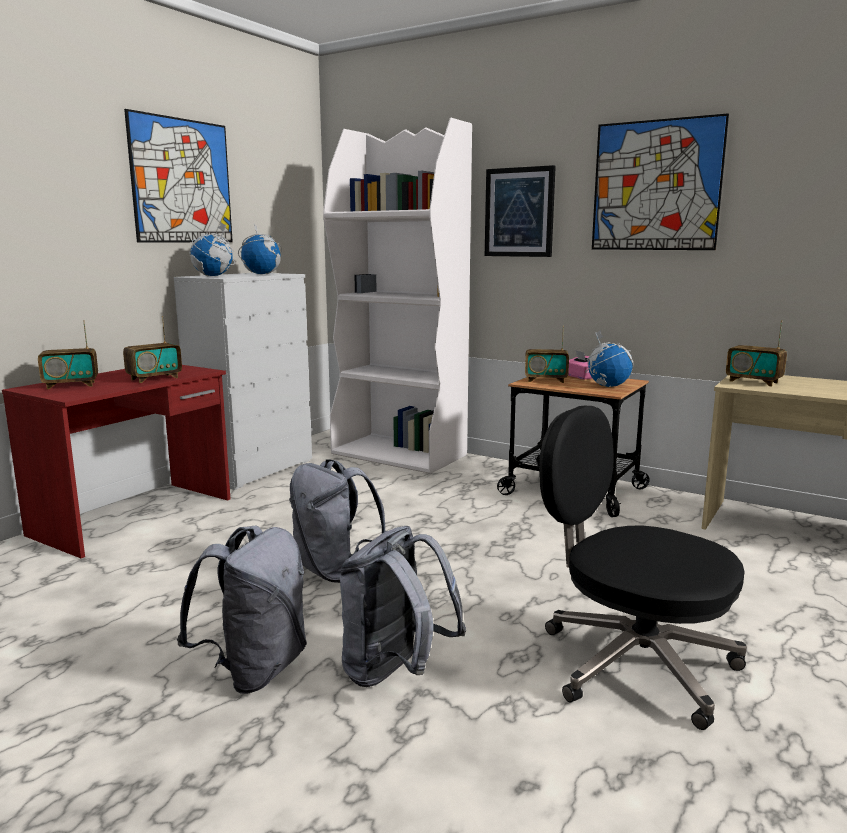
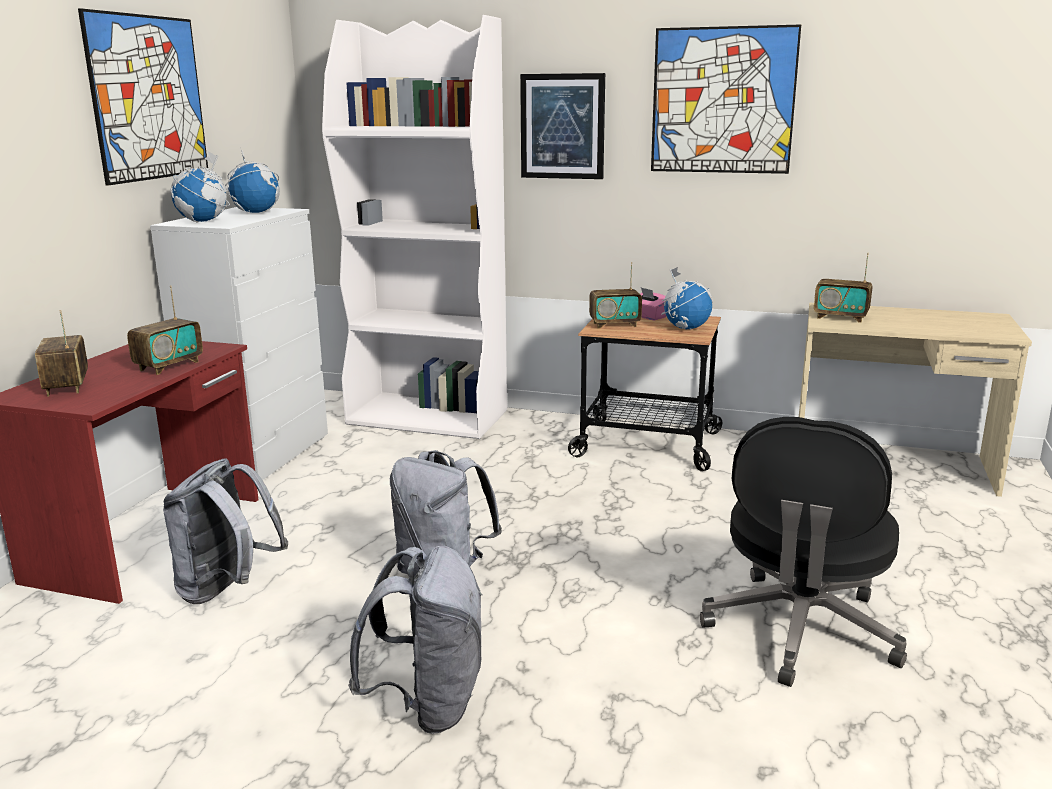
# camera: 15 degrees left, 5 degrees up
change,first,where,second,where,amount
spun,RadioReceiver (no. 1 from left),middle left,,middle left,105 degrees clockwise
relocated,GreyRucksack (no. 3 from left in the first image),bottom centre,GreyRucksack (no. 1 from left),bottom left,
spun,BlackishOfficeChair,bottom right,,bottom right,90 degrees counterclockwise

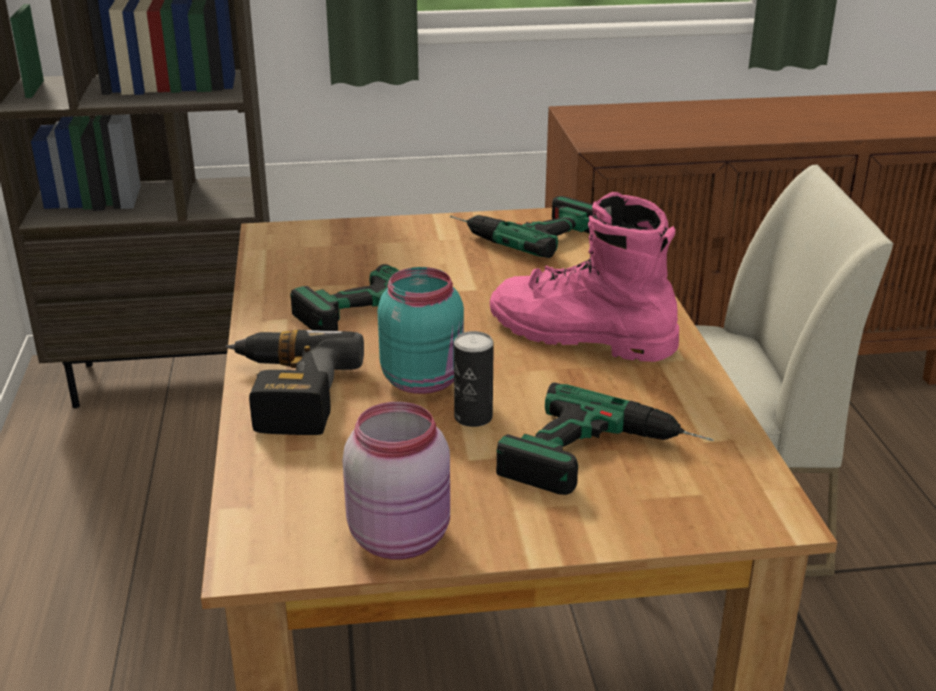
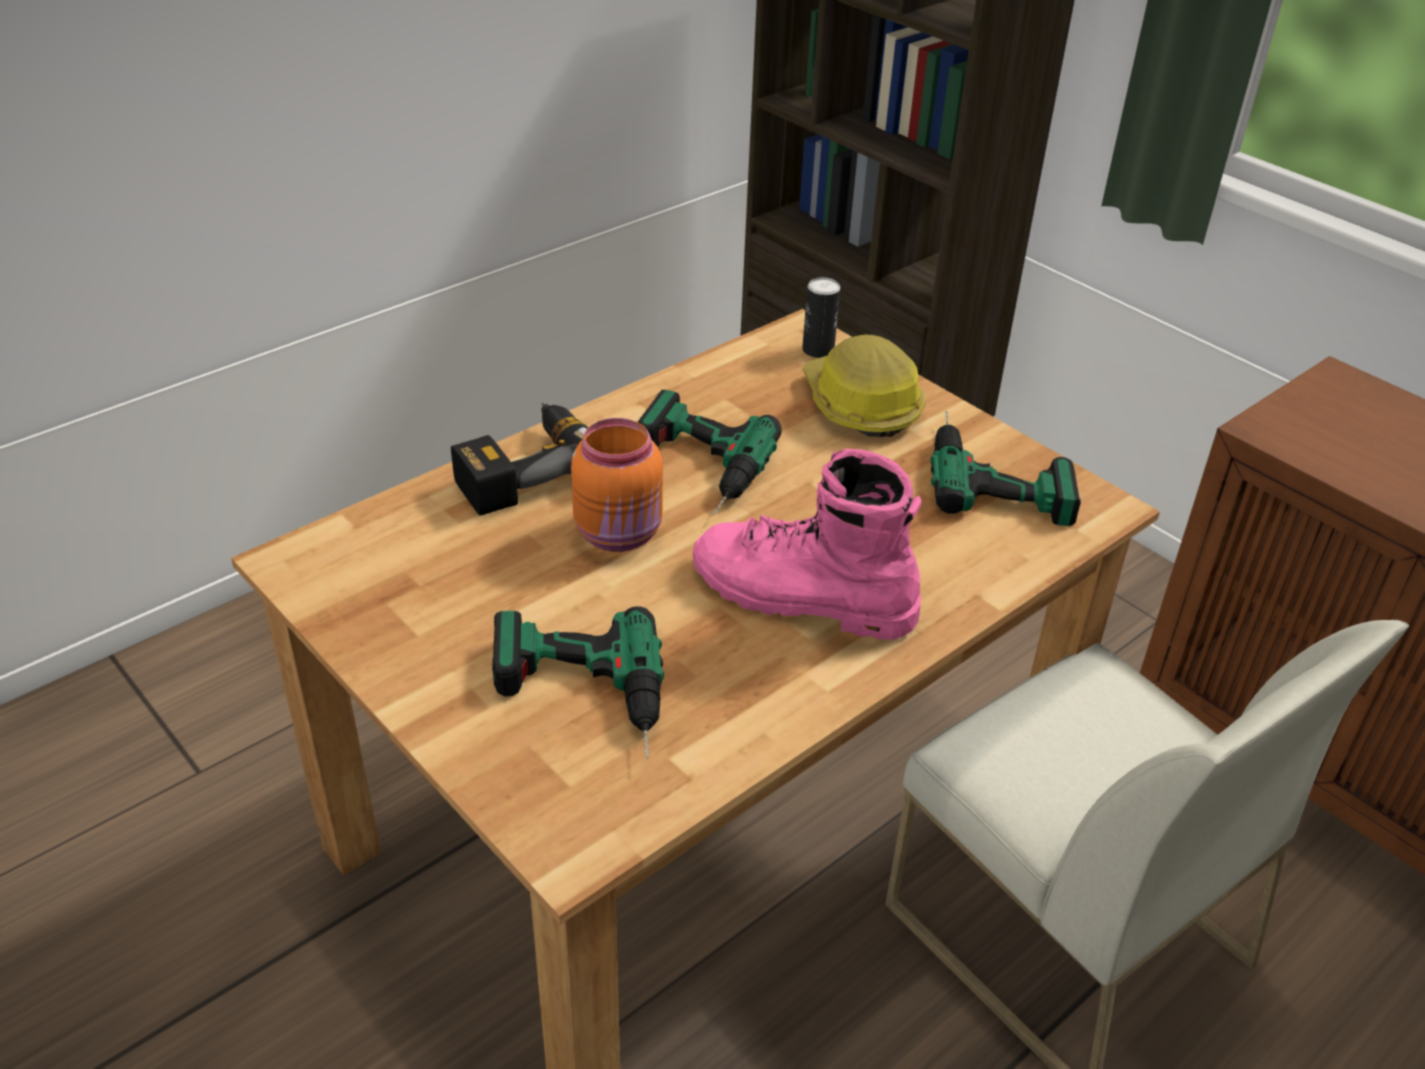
# camera: 55 degrees right, 10 degrees up
change,first,where,second,where,amount
missing,PinkColouredJar,bottom centre,,,
colour,TurquoiseJar,centre,OrangeJar,centre,
relocated,Can,centre,,top centre,
spun,PinkColouredBoot,centre,,centre,60 degrees counterclockwise
appeared,,,WorkHelmet,centre,

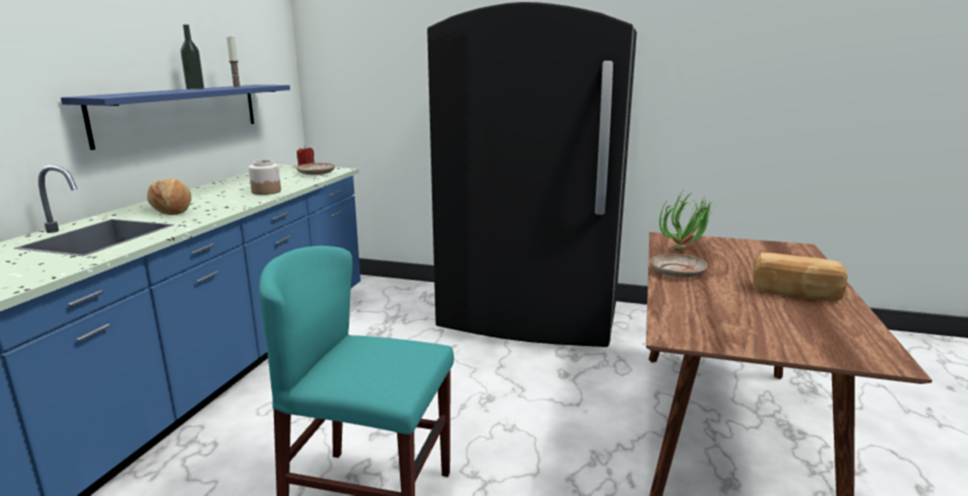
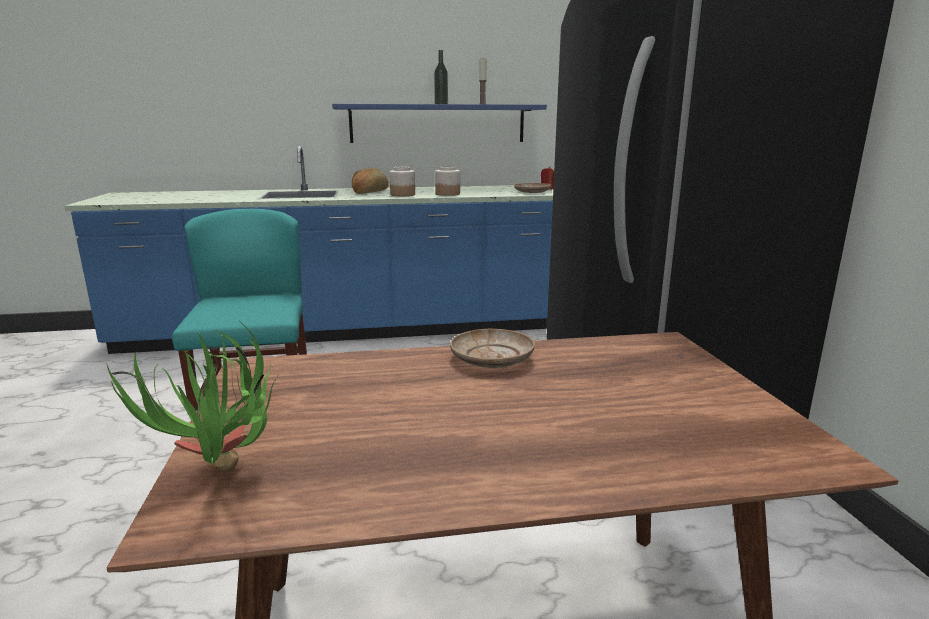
# camera: 65 degrees right, 0 degrees up
change,first,where,second,where,amount
relocated,PlantInAPot,middle right,,middle left,
missing,BakedBread (no. 2 from left),middle right,,,
appeared,,,Jar (no. 1 from left),top centre,

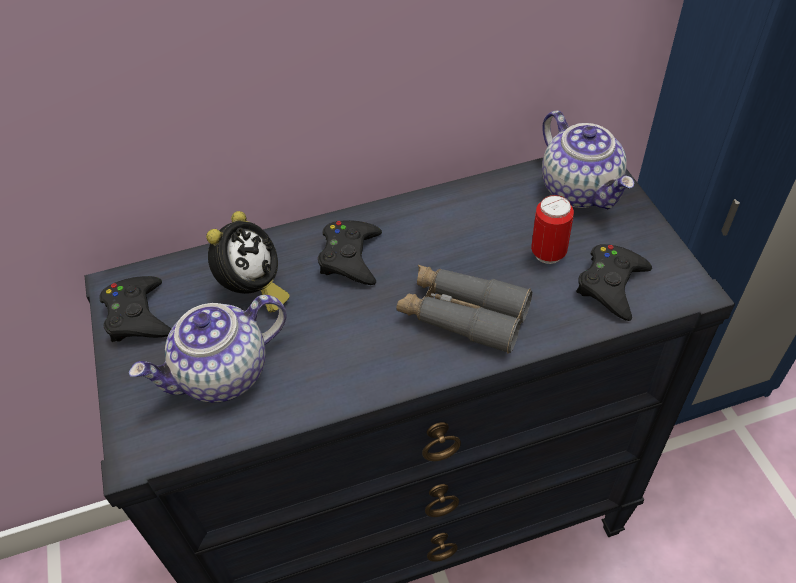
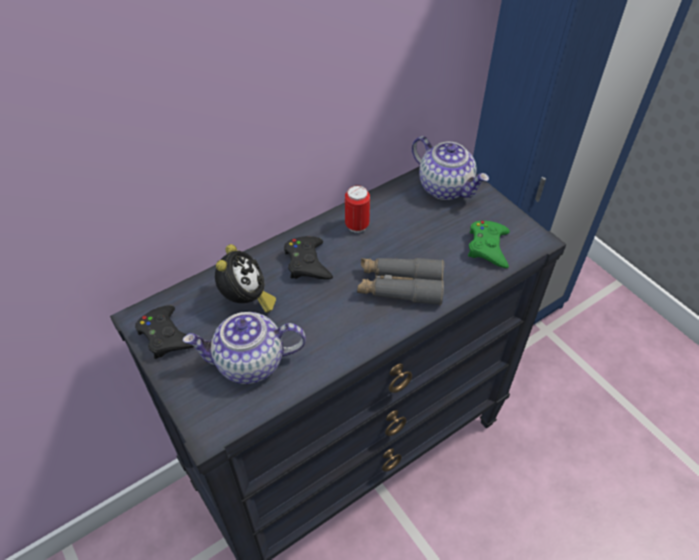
# camera: 20 degrees left, 0 degrees up
change,first,where,second,where,amount
spun,TeaPot (no. 1 from left),middle left,,centre,45 degrees clockwise
relocated,Can,middle right,,centre,
colour,BlackishJoypad (no. 3 from left),middle right,GreenColouredJoypad,middle right,

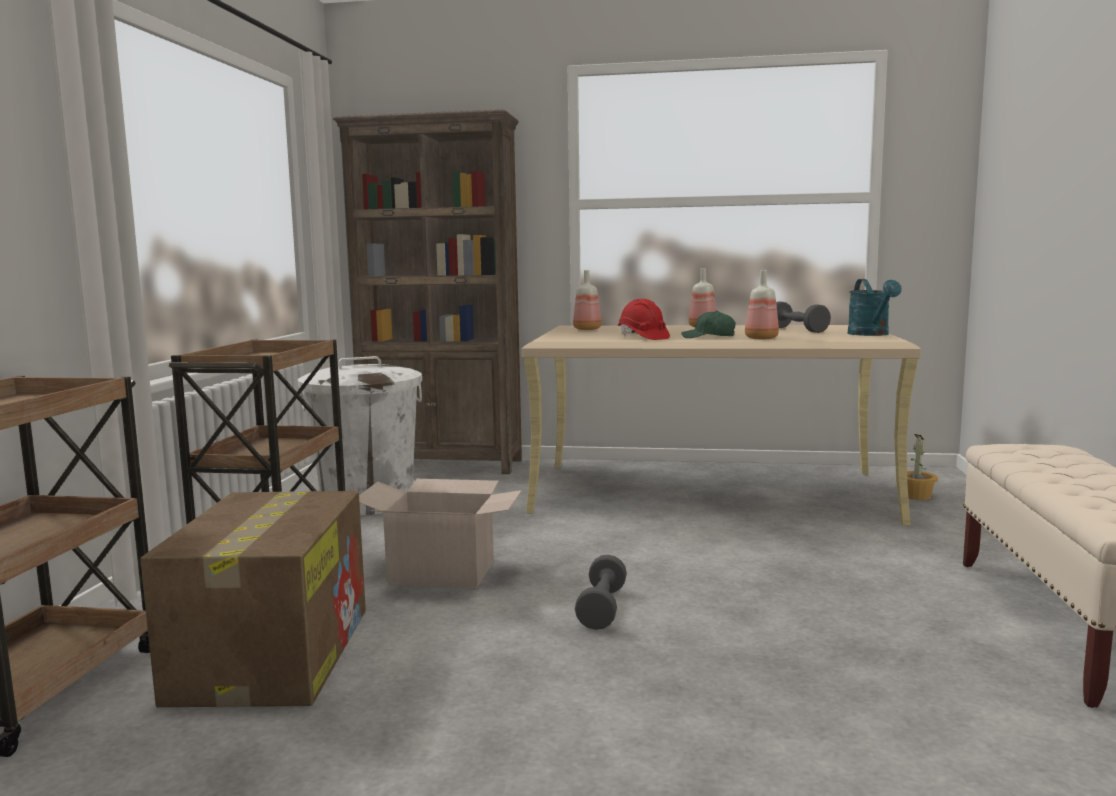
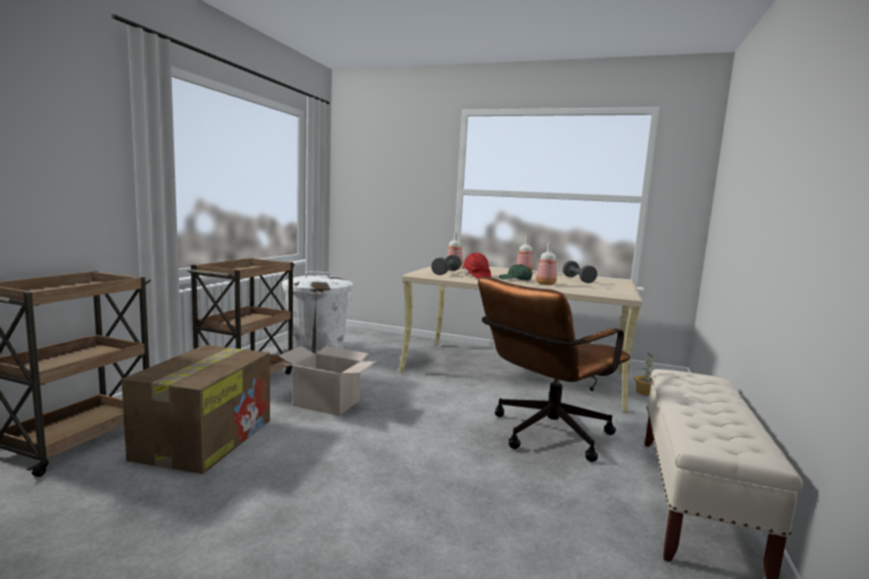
# camera: 10 degrees right, 0 degrees up
change,first,where,second,where,amount
missing,BrownBookshelf,centre,,,
relocated,GreyFreeWeight (no. 1 from left),bottom centre,,centre,
missing,TurquoiseSprinklingCan,middle right,,,
appeared,,,BrownOfficeChair,centre,

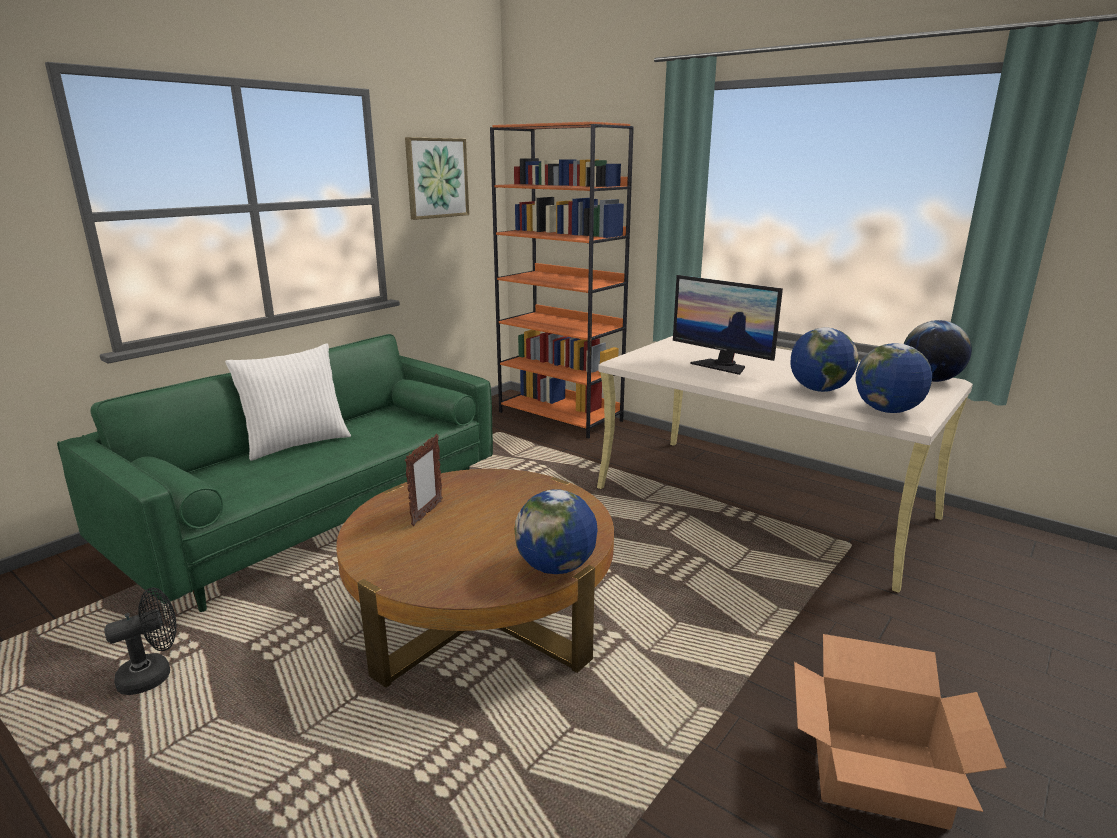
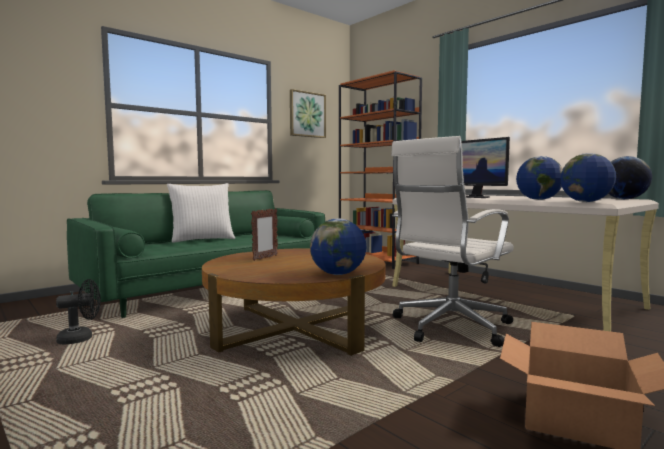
# camera: 10 degrees right, 15 degrees down
change,first,where,second,where,amount
appeared,,,WhiteOfficeChair,middle right,

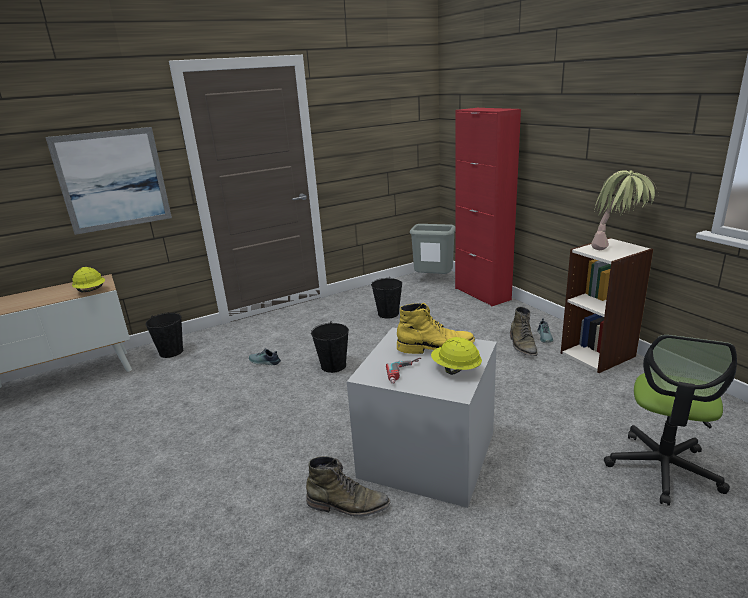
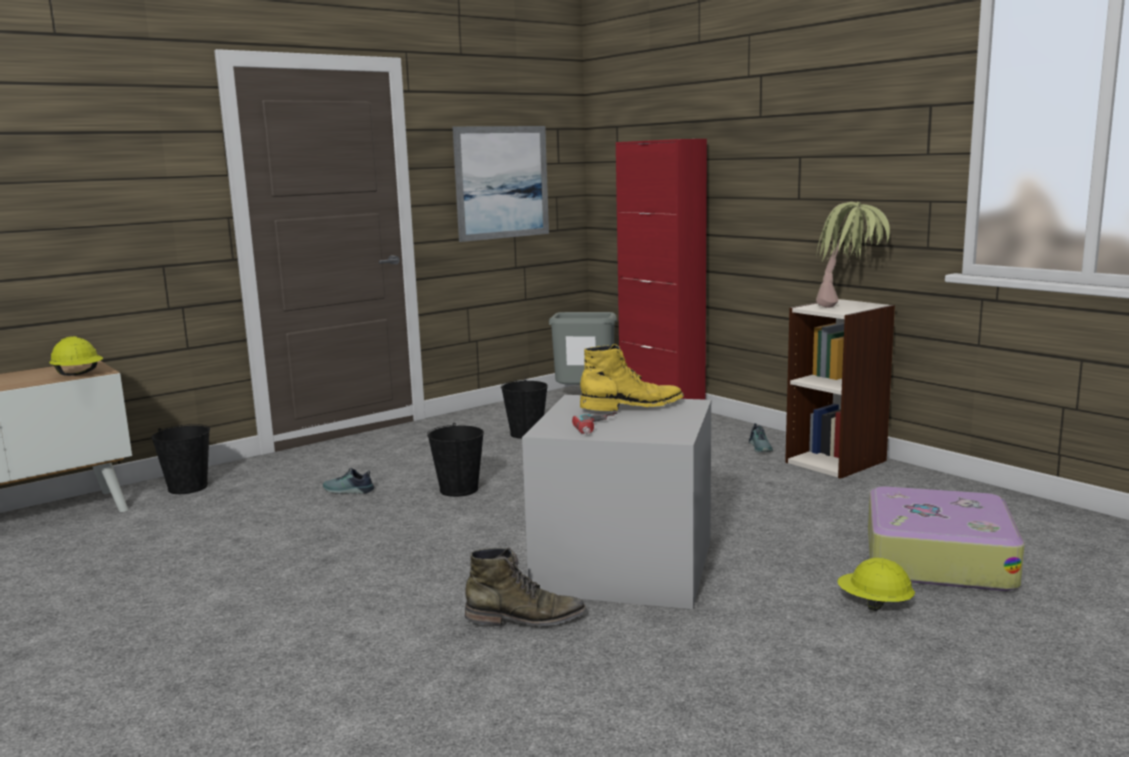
# camera: 10 degrees left, 10 degrees down
change,first,where,second,where,amount
relocated,WallPicture,top left,,top centre,
relocated,YellowishWorkHelmet (no. 2 from left),centre,,bottom right,
missing,GreenColouredBoot (no. 2 from left),middle right,,,
exchanged,OfficeChair,bottom right,Suitcase,bottom right,

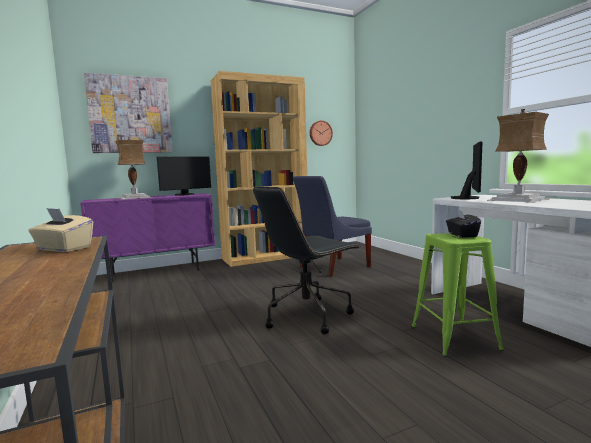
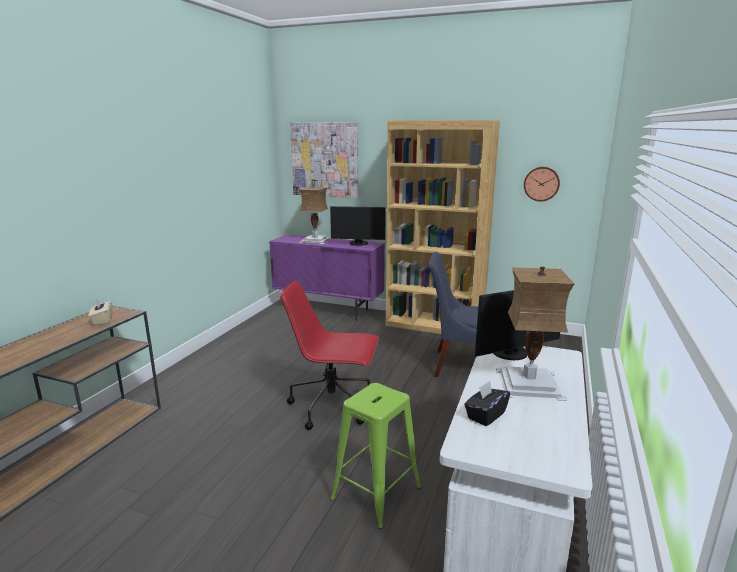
# camera: 45 degrees right, 10 degrees up
change,first,where,second,where,amount
colour,BlackishOfficeChair,centre,ReddishOfficeChair,centre,
relocated,BlackishTissueHolder,middle right,,bottom centre,

